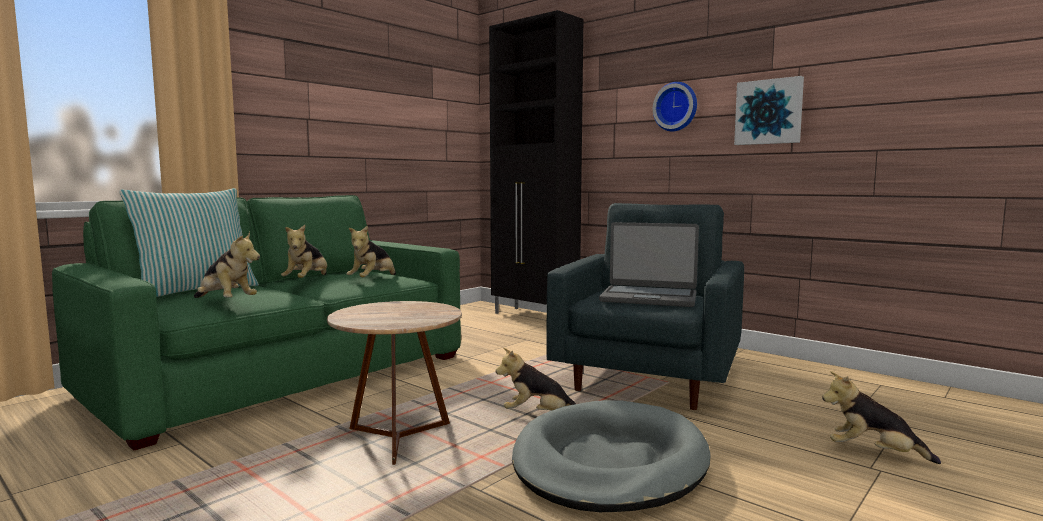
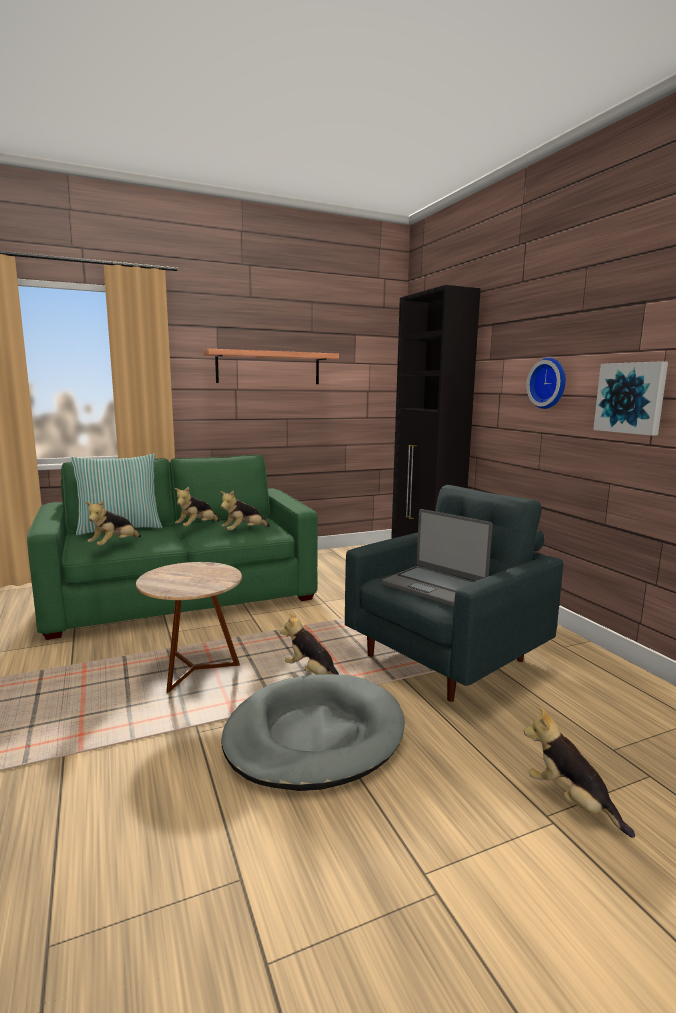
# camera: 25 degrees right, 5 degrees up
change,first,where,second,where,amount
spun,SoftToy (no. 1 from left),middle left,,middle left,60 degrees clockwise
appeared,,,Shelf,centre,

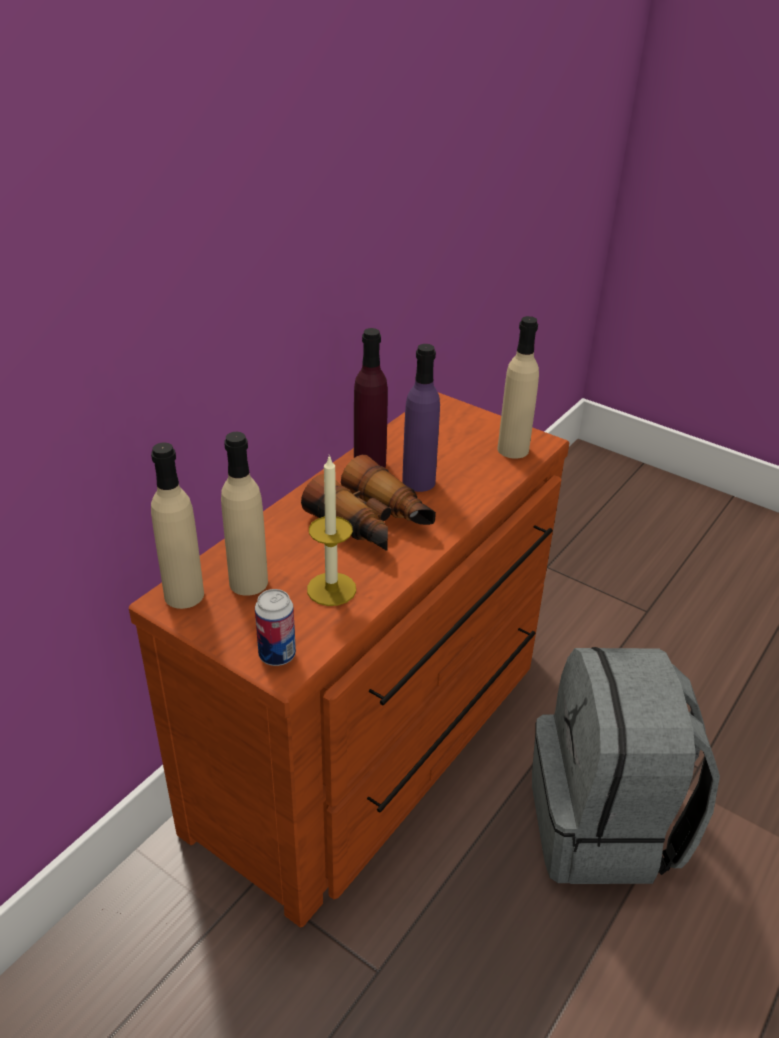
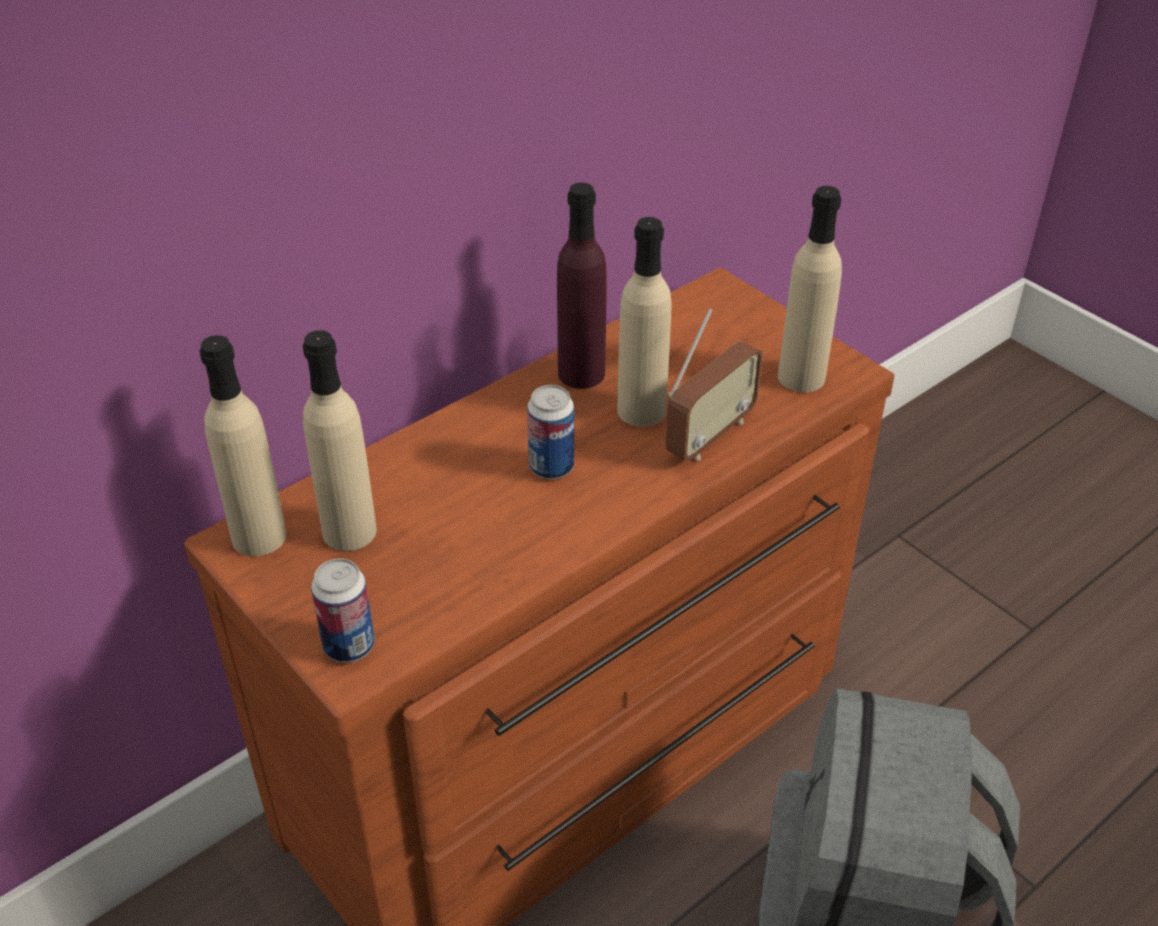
# camera: 15 degrees right, 5 degrees up
change,first,where,second,where,amount
exchanged,Binoculars,centre,Can (no. 2 from left),centre,
missing,WaxCandle,centre,,,
colour,PurpleColouredBeverageBottle (no. 2 from left),centre,BeigeColouredBeverageBottle (no. 3 from left),centre,
appeared,,,RadioReceiver,centre,

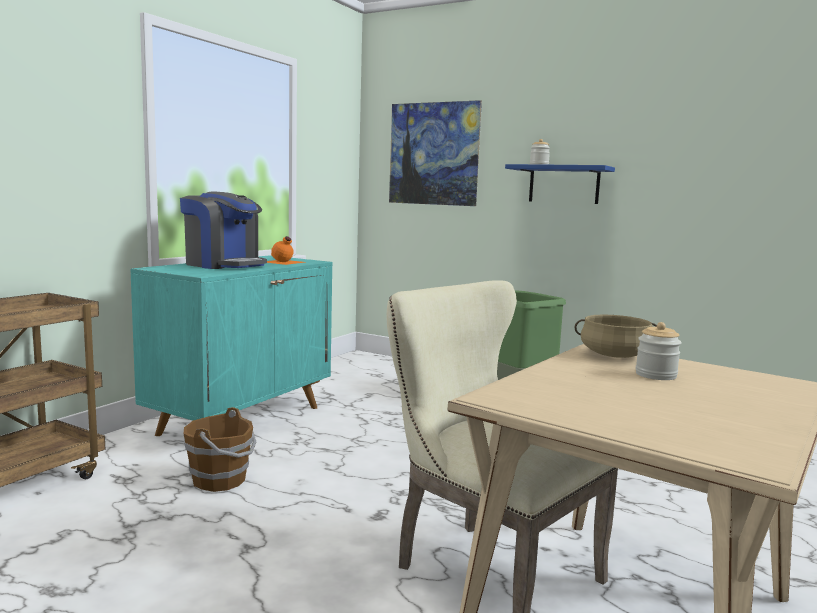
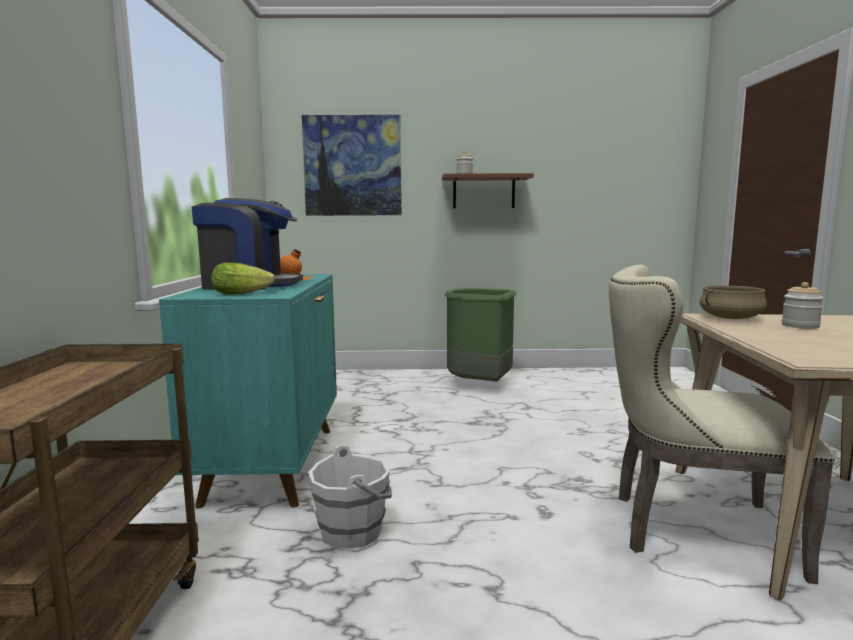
# camera: 30 degrees left, 0 degrees up
change,first,where,second,where,amount
colour,BrownPail,bottom left,WhitePail,bottom centre,
colour,BlueShelf,top right,BrownShelf,top centre,
appeared,,,HeadOfLettuce,middle left,

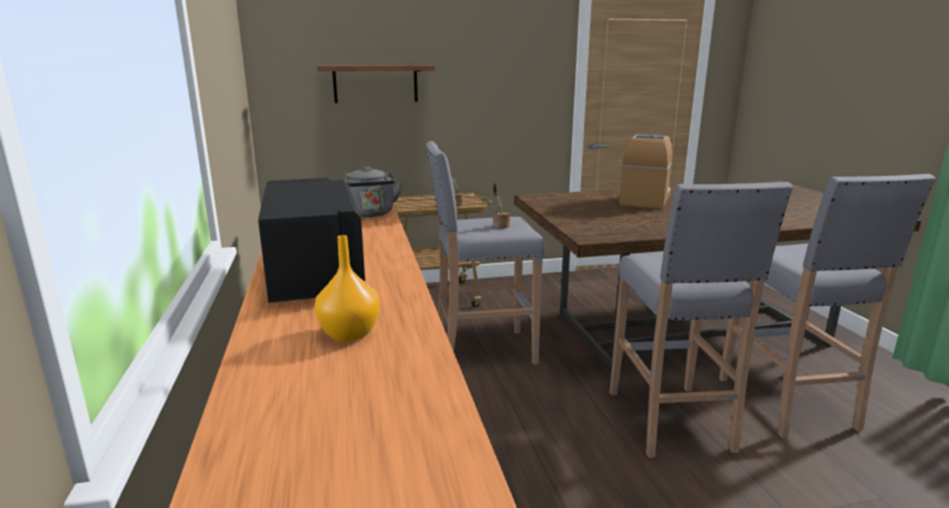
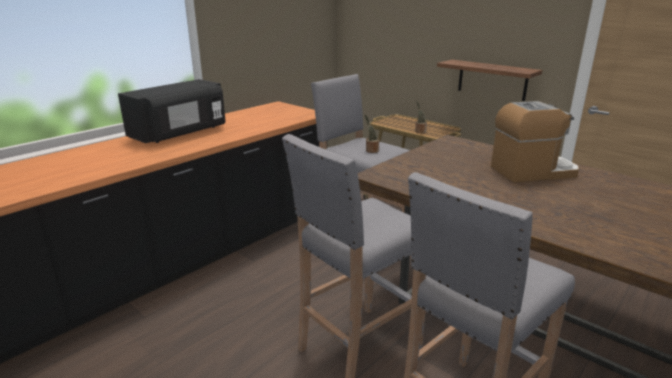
# camera: 55 degrees right, 5 degrees up
change,first,where,second,where,amount
missing,OrangeFlowerVase,centre,,,
relocated,Shelf,top centre,,top right,
missing,GreyWaterKettle,centre,,,

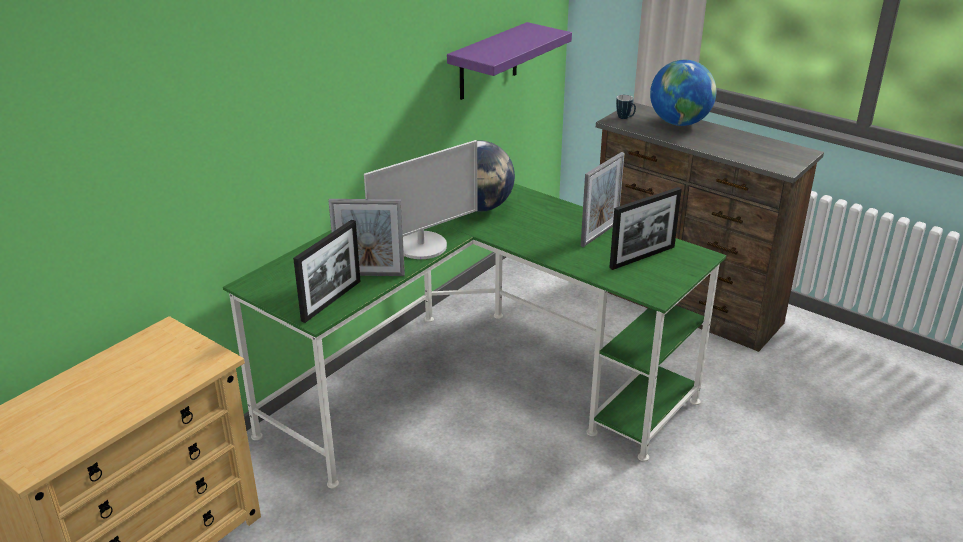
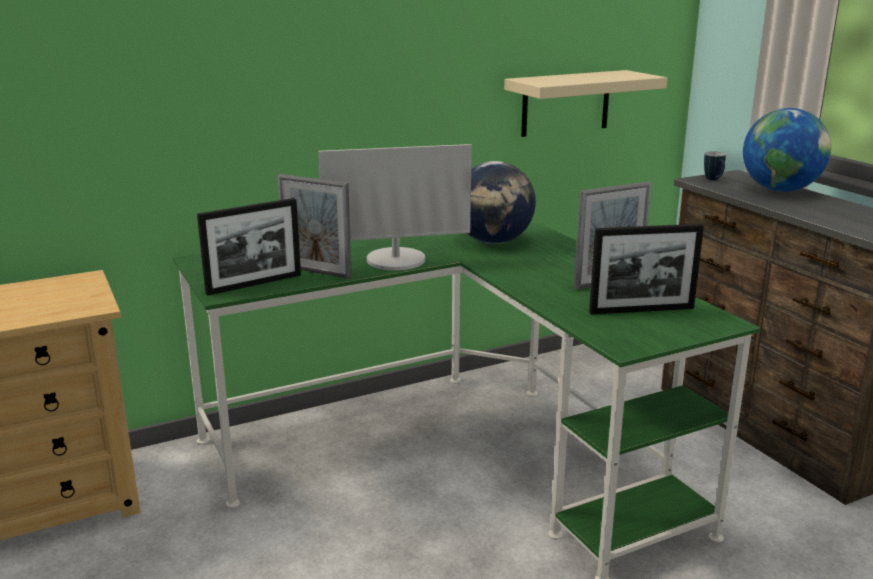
# camera: 25 degrees right, 10 degrees down
change,first,where,second,where,amount
colour,PurpleColouredShelf,top centre,BeigeColouredShelf,top right,

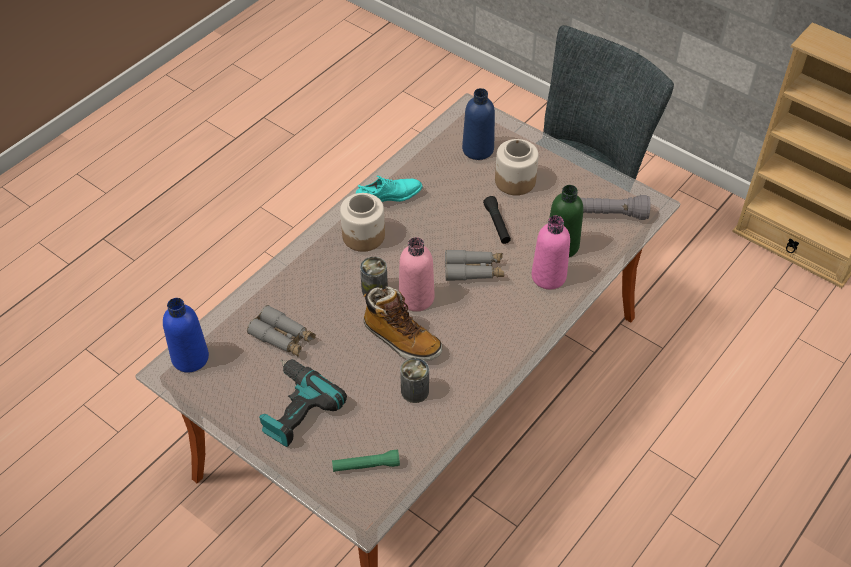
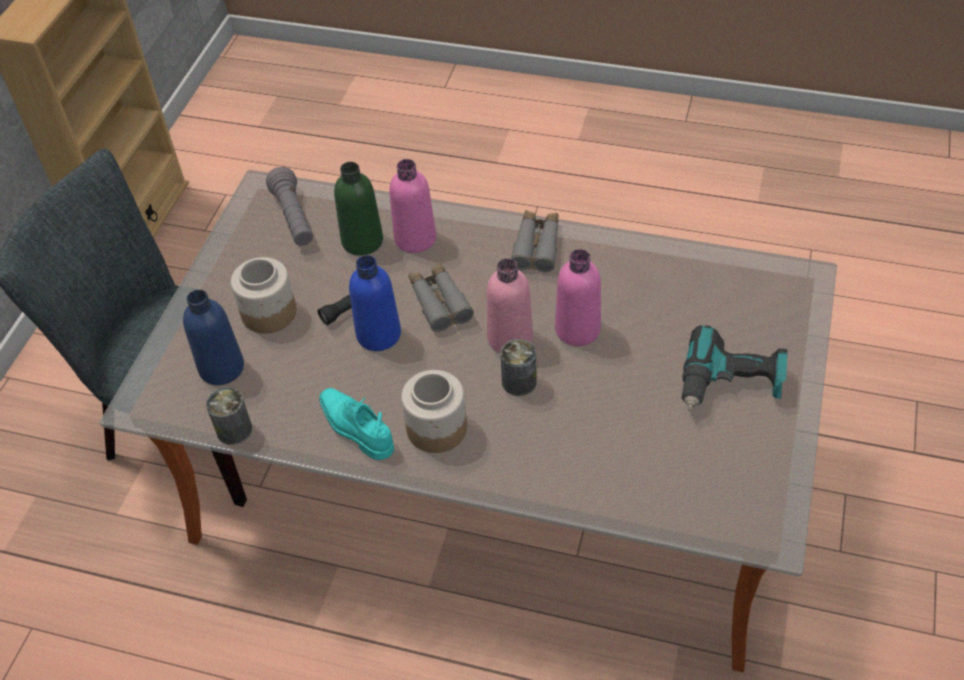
# camera: 110 degrees left, 0 degrees up
change,first,where,second,where,amount
relocated,BlueBeverageBottle (no. 1 from left in the first image),middle left,BlueBeverageBottle (no. 2 from left),centre,
relocated,GreyBinoculars (no. 1 from left in the first image),middle left,GreyBinoculars (no. 2 from left),centre,
missing,GreenColouredFlashlight,bottom centre,,,
exchanged,Boot,centre,PinkColouredBeverageBottle (no. 3 from left),centre,
relocated,Can (no. 2 from left in the first image),bottom centre,Can (no. 1 from left),middle left,

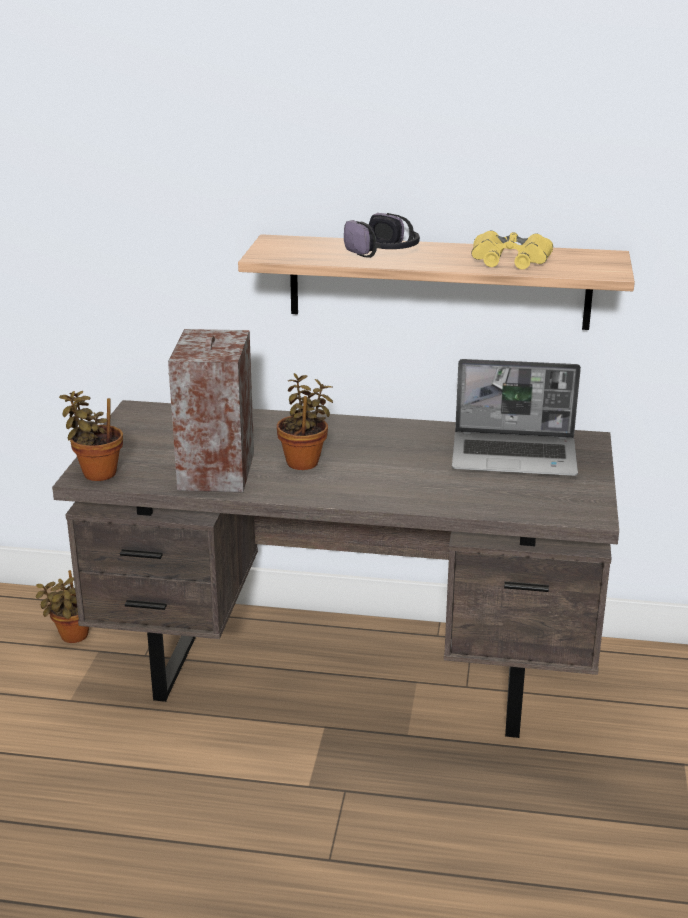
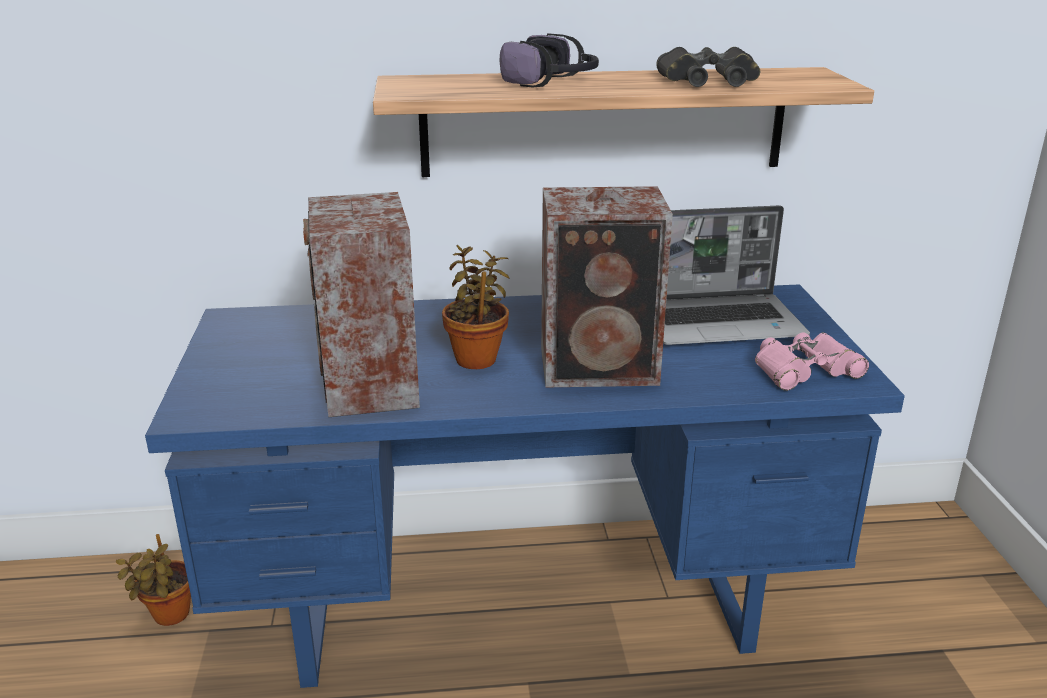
# camera: 15 degrees left, 0 degrees up
change,first,where,second,where,amount
colour,BrownDeskTable,centre,BlueDeskTable,bottom centre,
missing,PlantInAPot (no. 2 from left),middle left,,,
colour,YellowishBinoculars,top right,BlackishBinoculars,top right,
appeared,,,Loudspeaker (no. 2 from left),centre,
appeared,,,PinkColouredBinoculars,middle right,

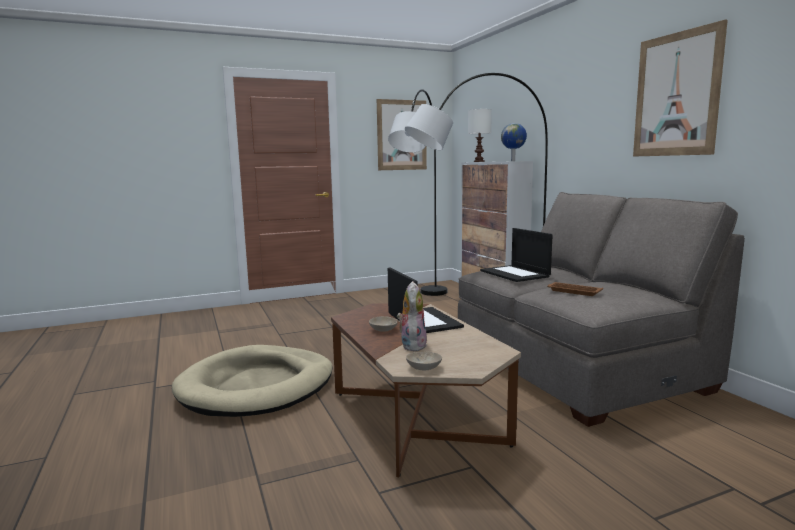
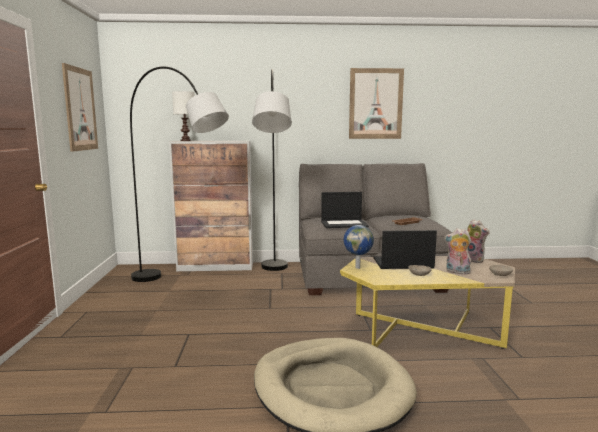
# camera: 70 degrees left, 0 degrees up
change,first,where,second,where,amount
colour,BrownLowTable,bottom centre,YellowishLowTable,bottom right,
relocated,DeskGlobe,top centre,,centre,
appeared,,,SoftToy (no. 2 from left),middle right,

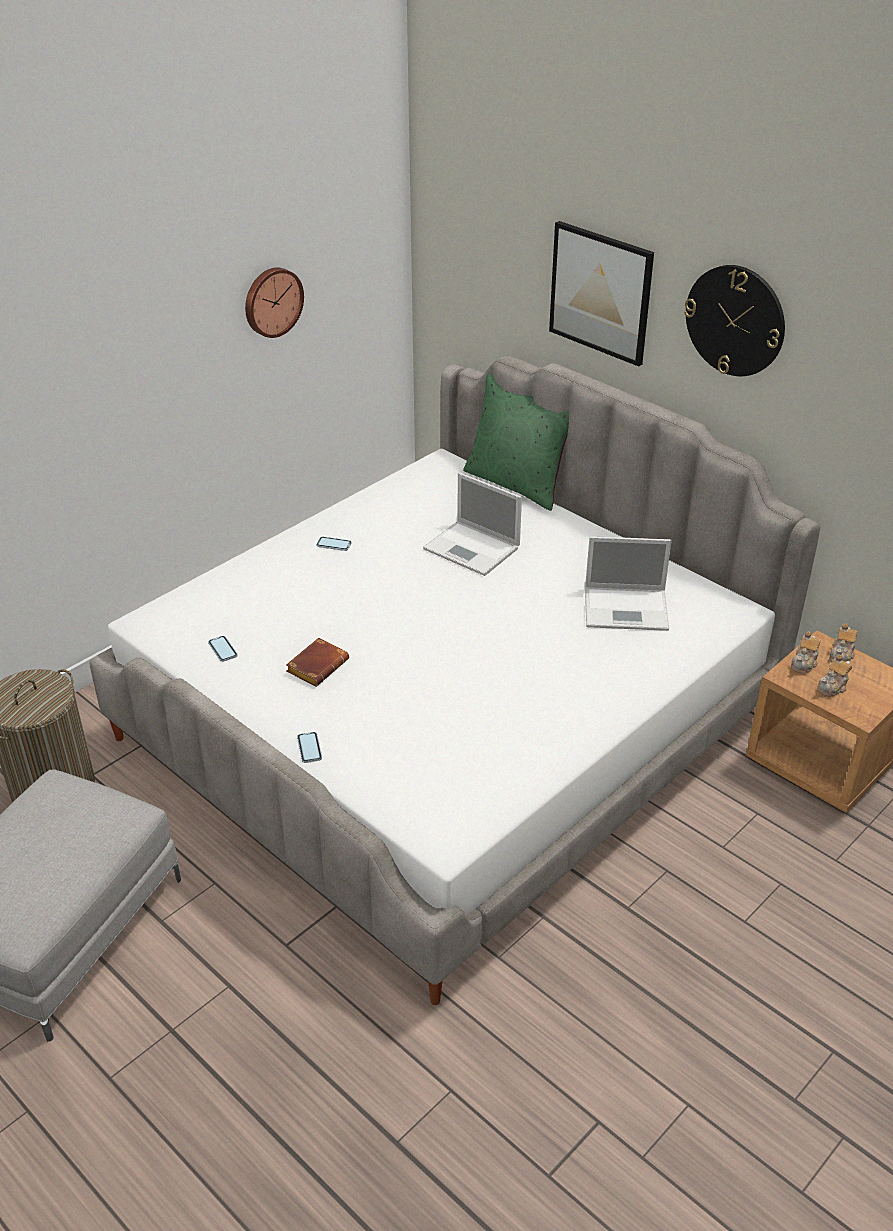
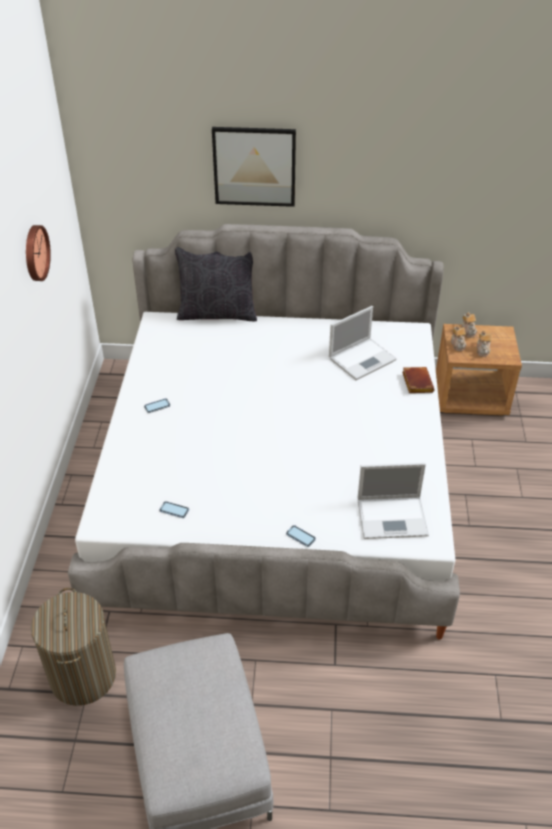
# camera: 40 degrees left, 5 degrees up
change,first,where,second,where,amount
relocated,BrownBook,centre,,middle right,
relocated,Laptop (no. 1 from left in the first image),centre,Laptop (no. 2 from left),middle right,
colour,GreenColouredCushion,centre,BlackishCushion,centre,
missing,WallClock (no. 2 from left),top right,,,

